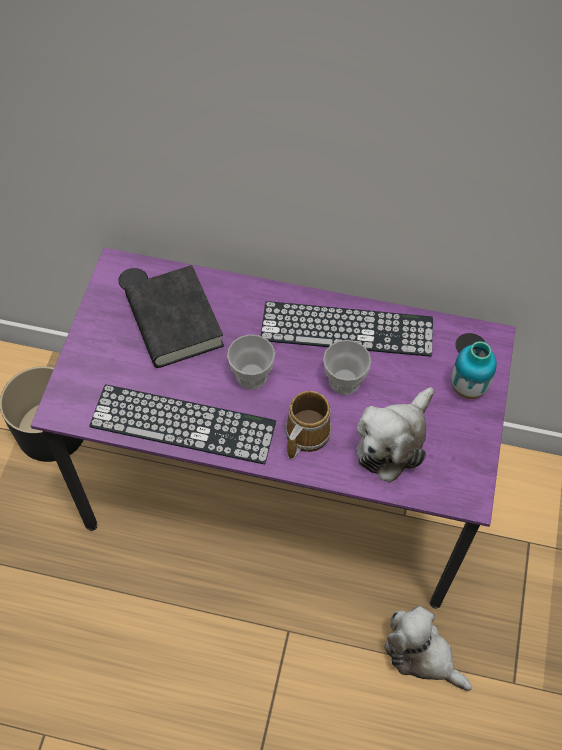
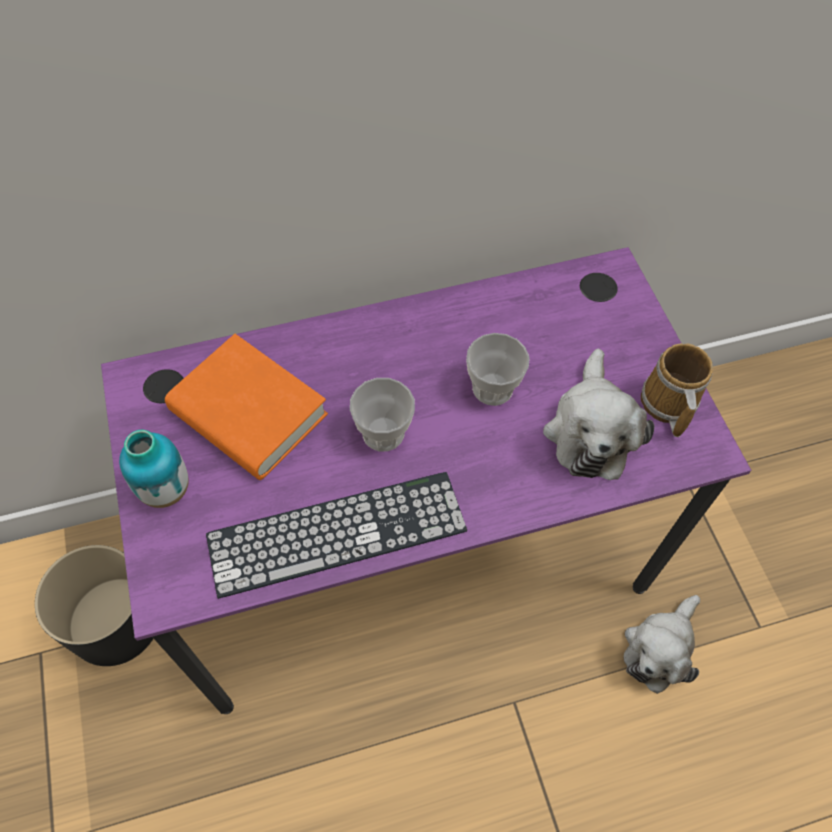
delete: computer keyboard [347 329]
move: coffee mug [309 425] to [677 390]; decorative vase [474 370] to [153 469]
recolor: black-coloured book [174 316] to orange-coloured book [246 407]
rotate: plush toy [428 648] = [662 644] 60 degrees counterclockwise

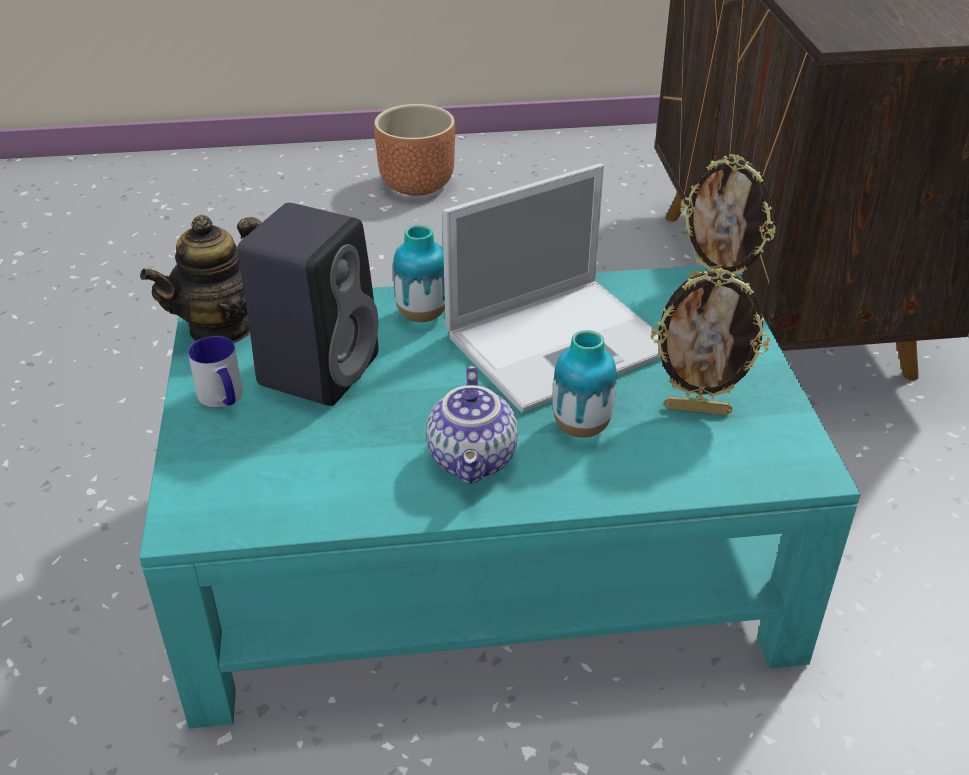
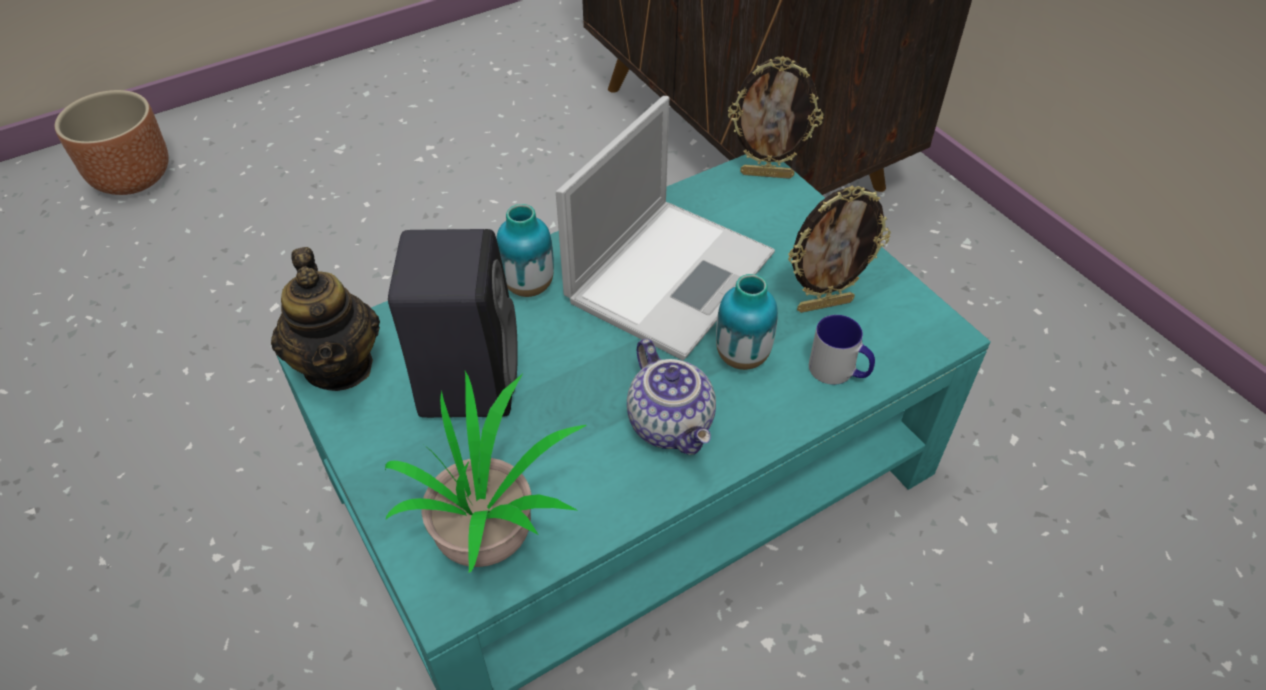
insert: potted plant [486 472]
move: coffee mug [215 372] to [842 350]; brown flower pot [414 150] to [112 142]
rotate: teapot [201 279] = [325 319] 45 degrees counterclockwise

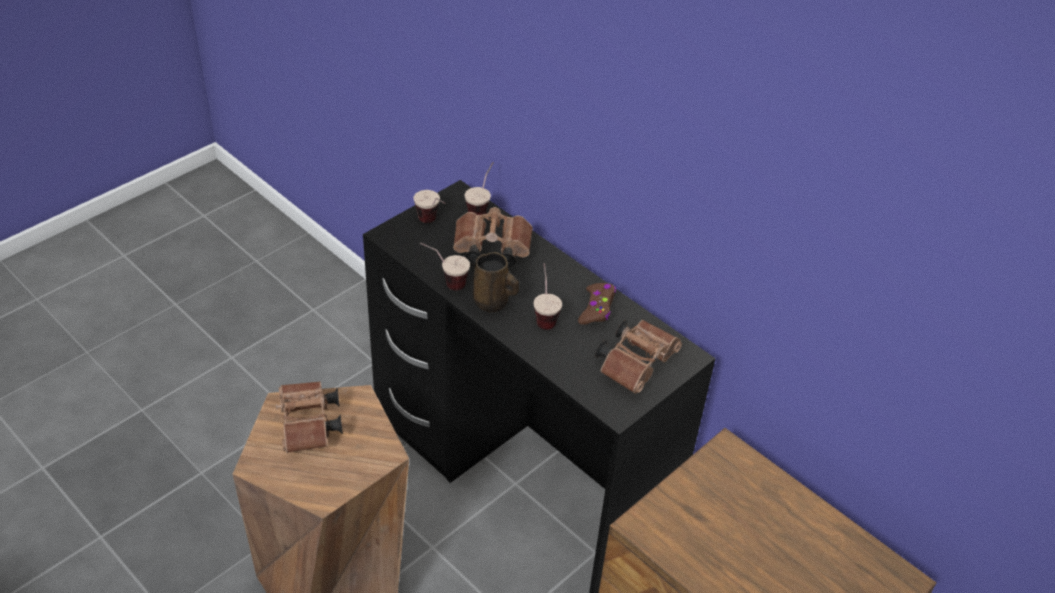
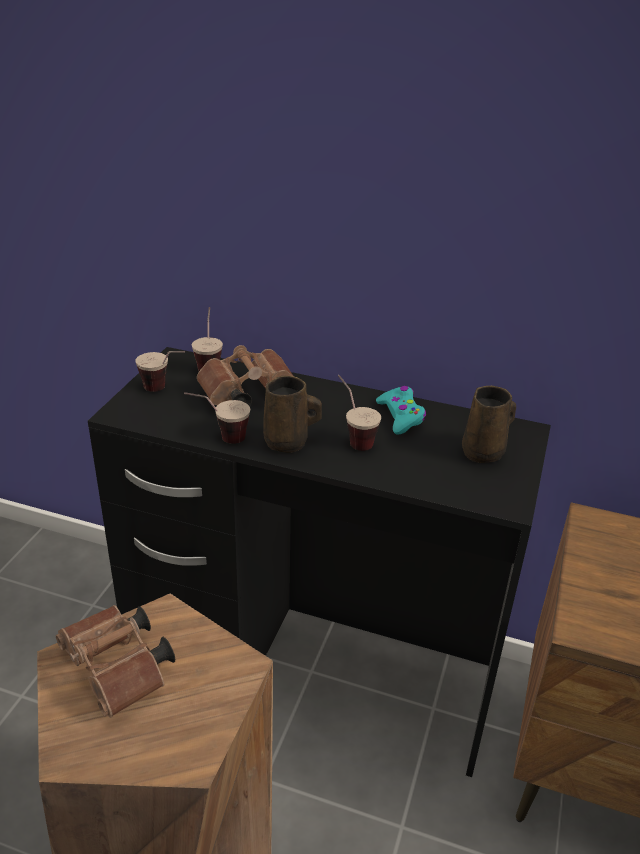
replace: brown field glasses [638 357] to brown coffee mug [489 424]
recolor: brown gamepad [597 304] to turquoise-coloured gamepad [401 410]

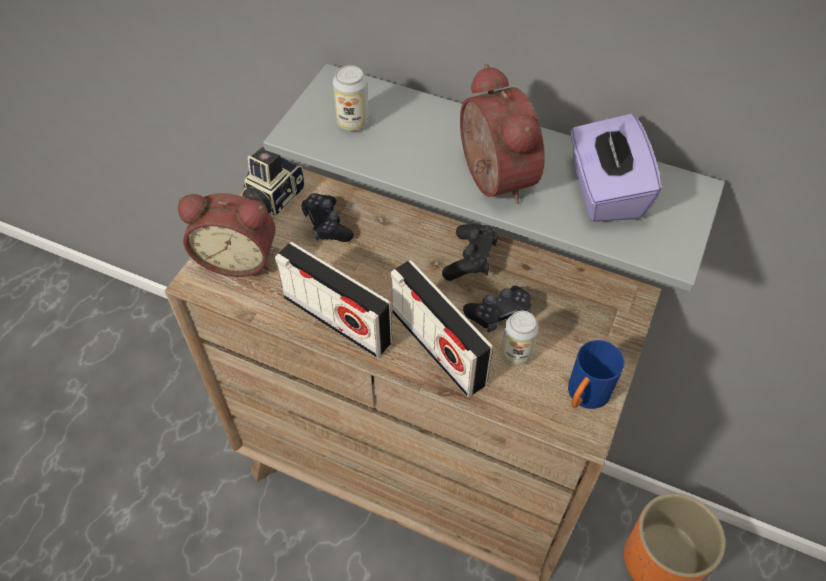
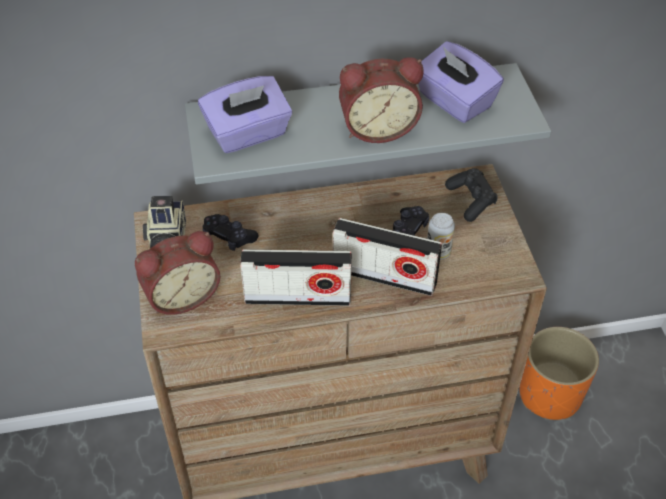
delete: blue coffee mug [596 374]
move: black-coloured gamepad [470 252] to [471 195]
replace: can [351 98] to purple tissue box [245 114]
rotate: alarm clock [502 134] = [381 100] 135 degrees clockwise

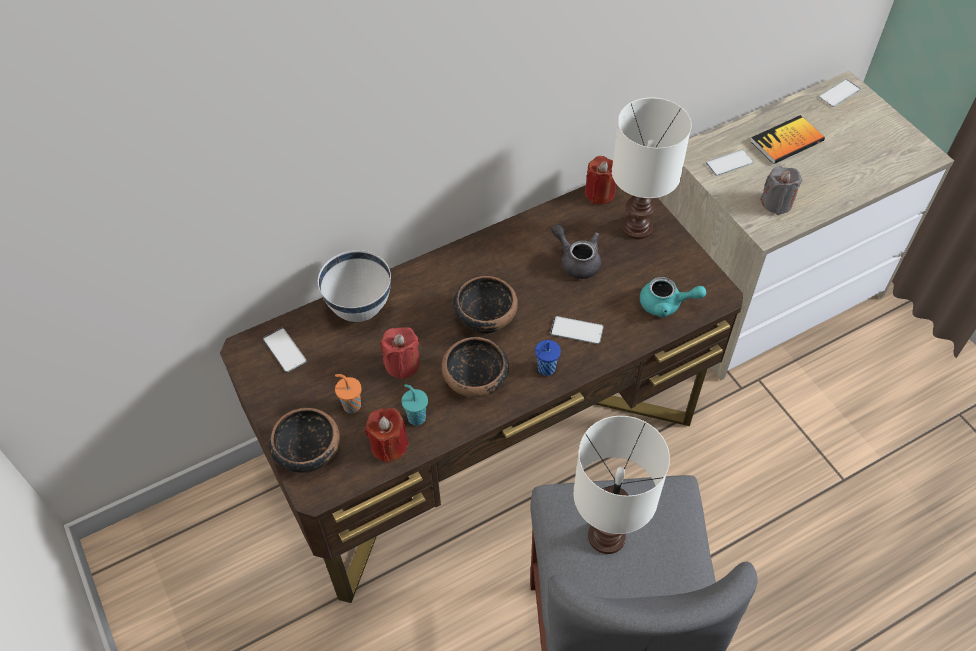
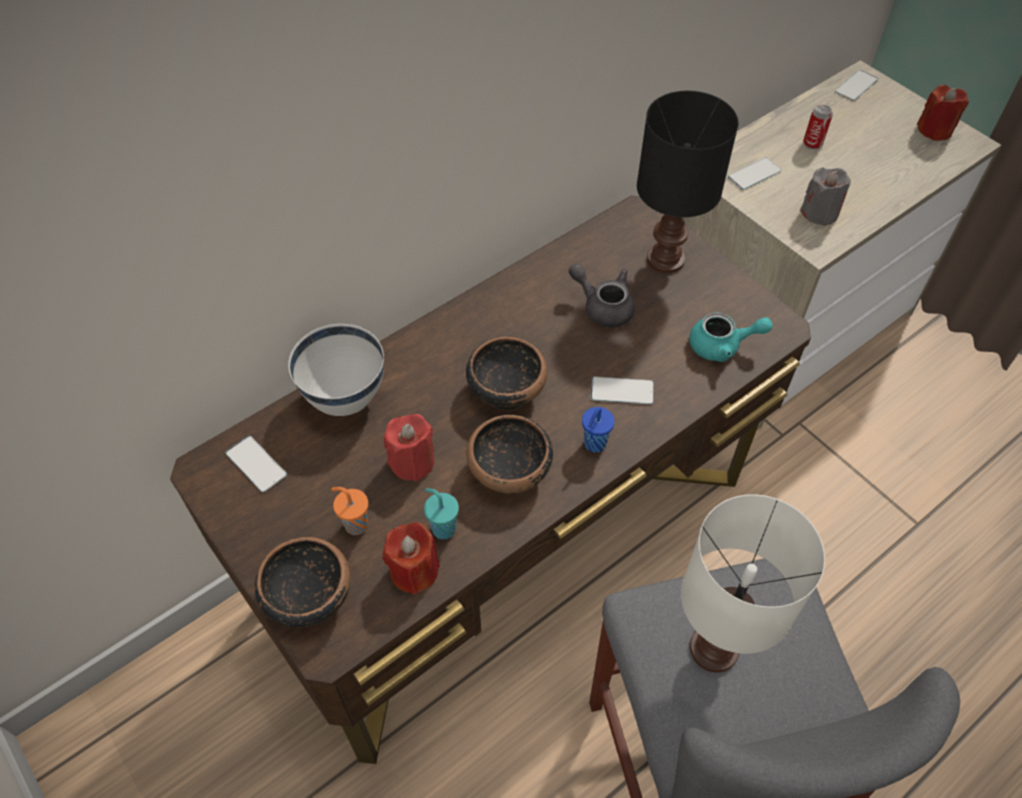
move: red-coloured wax candle [600 180] to [943 113]
replace: book [787 139] to can [818 127]
recolor: whitish tabletop lamp [652 169] to black-coloured tabletop lamp [688 182]

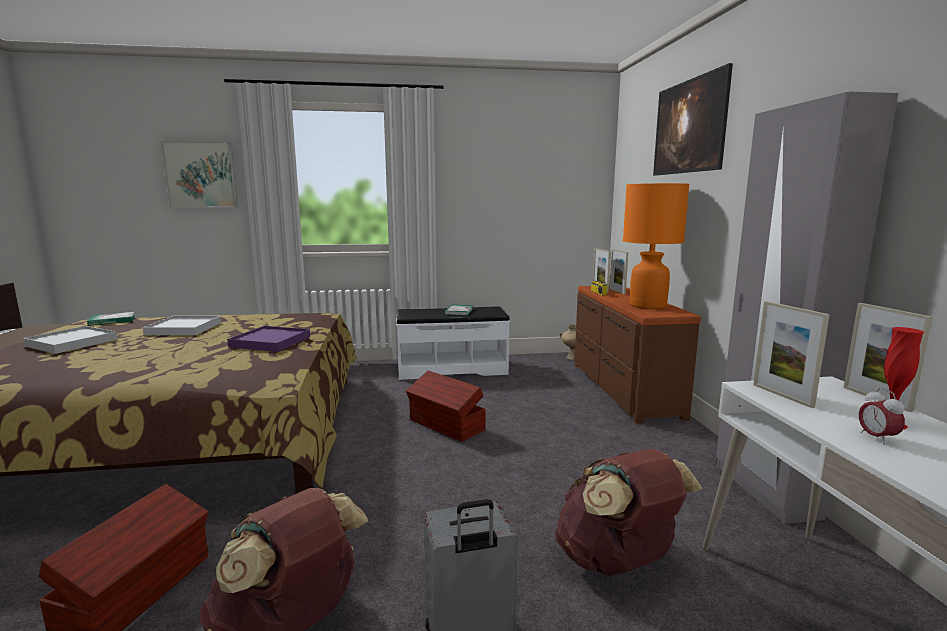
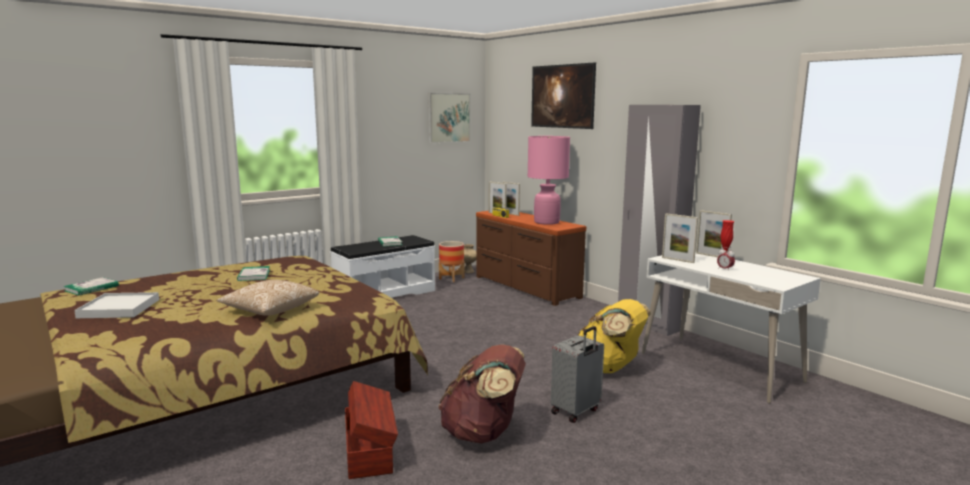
delete: whitish carrying tray [182 325]; purple carrying tray [268 339]; brown storage bin [446 406]
insert: cushion [267 298]; book [253 273]; flower pot [451 261]
move: wall picture [199 174] to [449 118]
recolor: brown knapsack [629 512] to yellow knapsack [614 336]; orange-coloured tabletop lamp [656 246] to pink tabletop lamp [548 180]

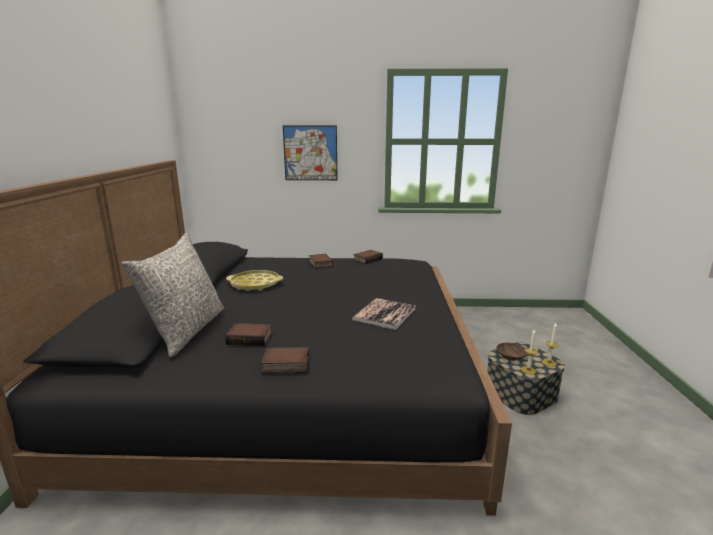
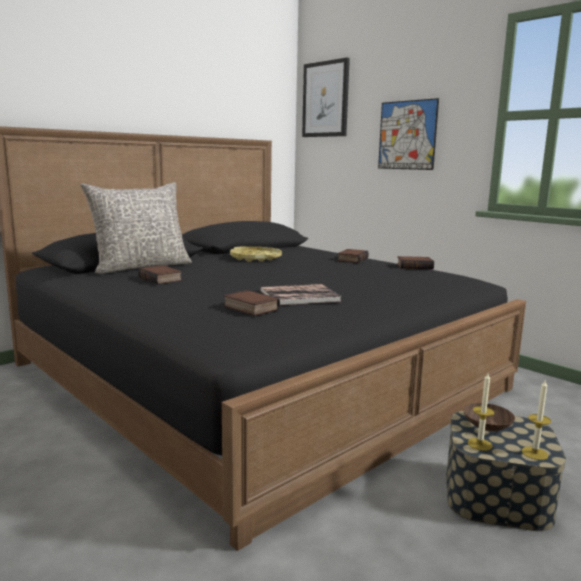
insert: wall picture [326 97]
move: book [285 360] to [252 303]

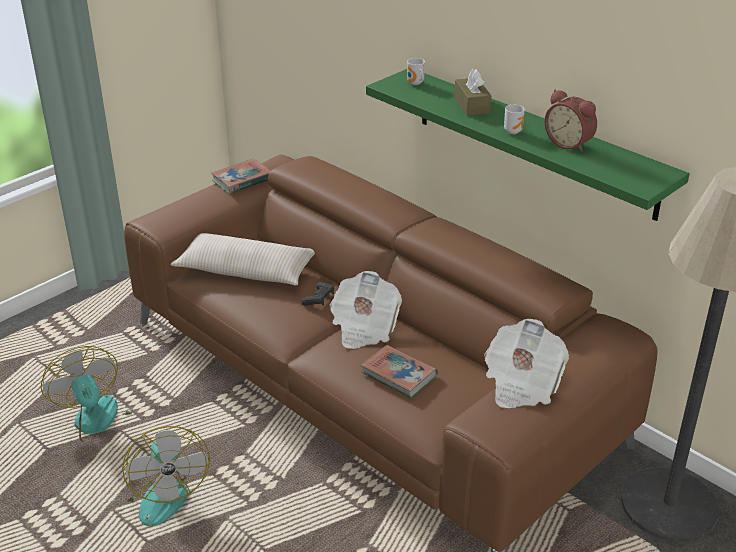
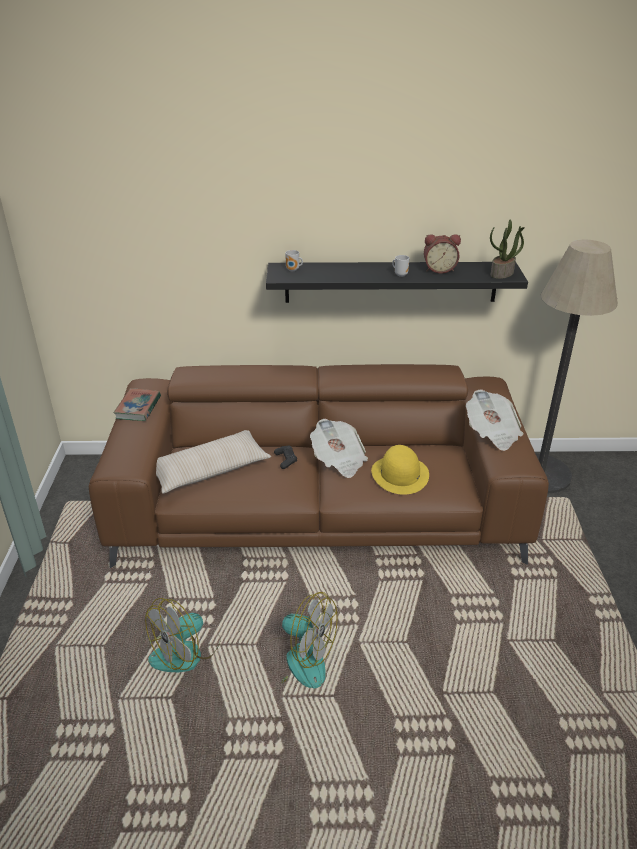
delete: brown tissue box [472 92]
insert: potted plant [507 249]
replace: book [399 371] to yellow clothing hat [400 470]
recolor: green-coloured bracket shelf [528 145] to black-coloured bracket shelf [397 282]
rotate: cooling fan [86 398] = [183 635] 60 degrees counterclockwise

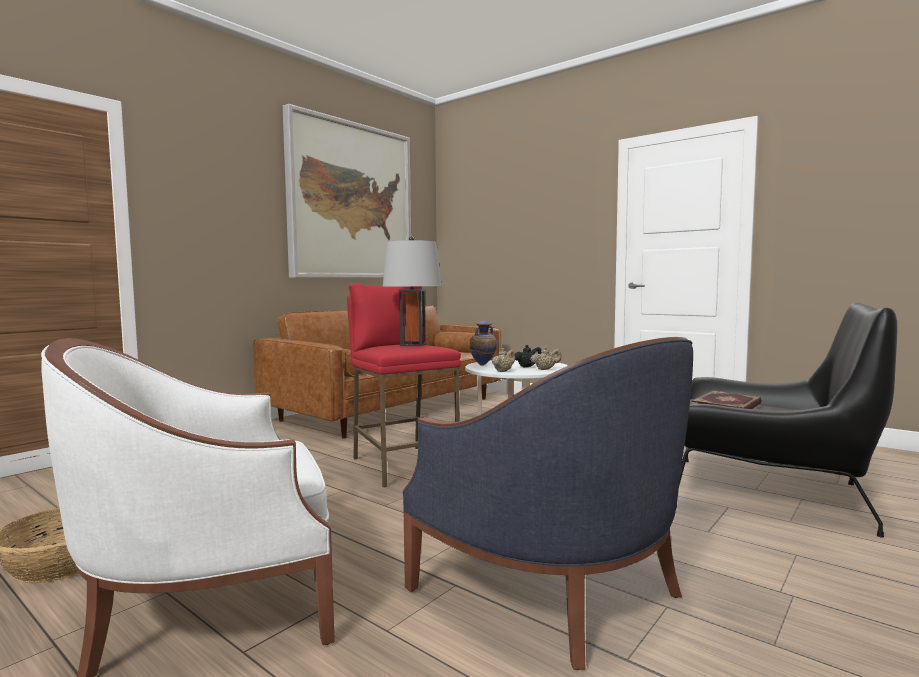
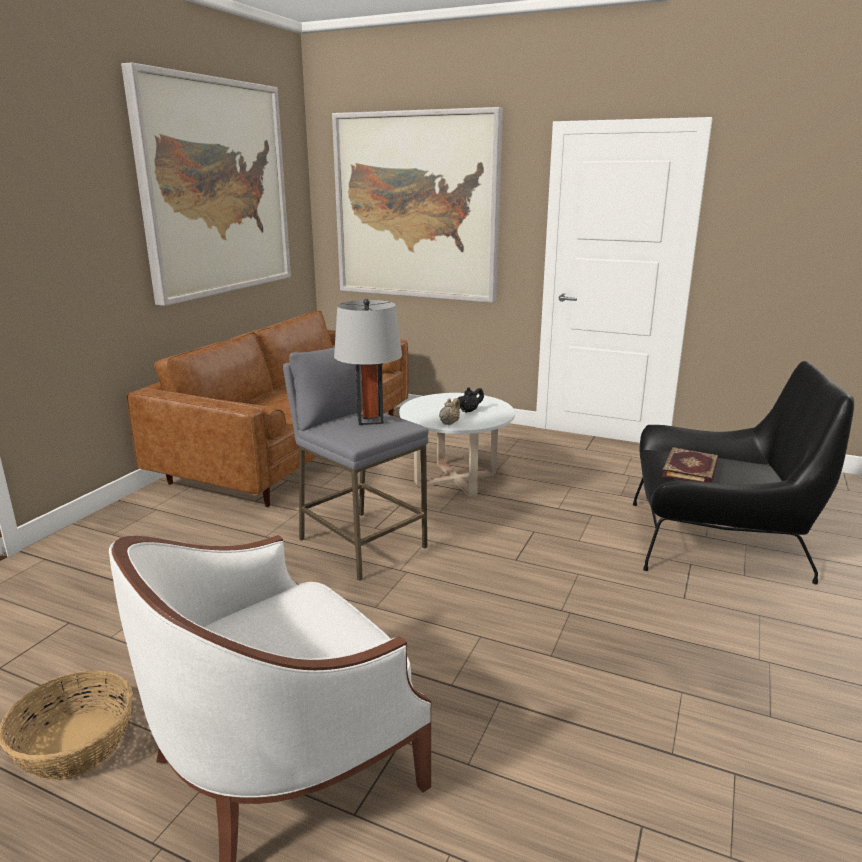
delete: blue lounge chair [548 503]; decorative vase [483 343]; beige-coloured teapot [545 358]
insert: wall picture [417 205]
recolor: red-coloured stool [404 385] to grey stool [356 464]

